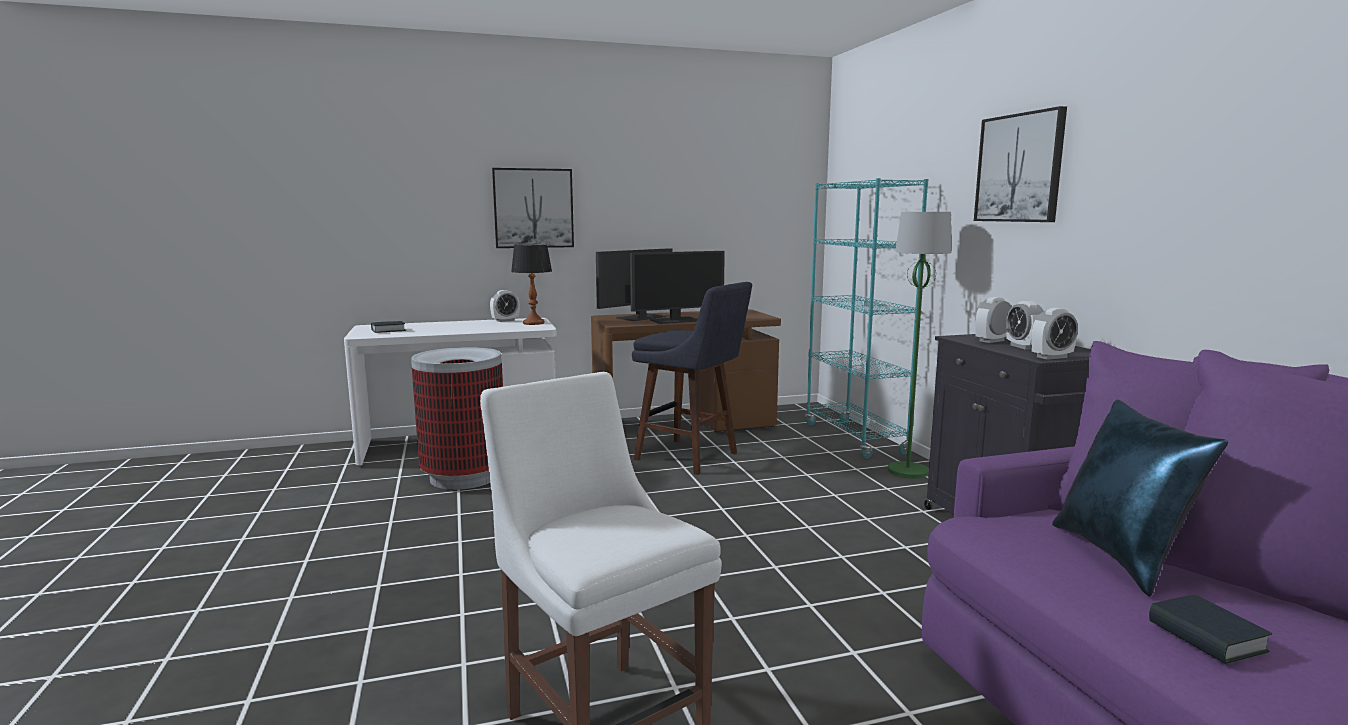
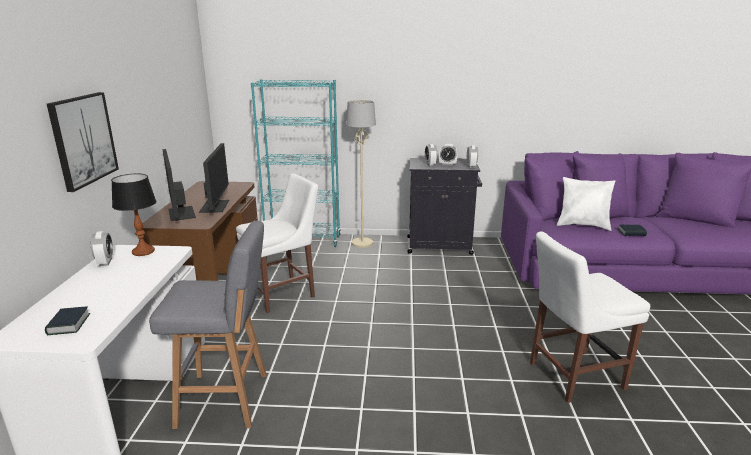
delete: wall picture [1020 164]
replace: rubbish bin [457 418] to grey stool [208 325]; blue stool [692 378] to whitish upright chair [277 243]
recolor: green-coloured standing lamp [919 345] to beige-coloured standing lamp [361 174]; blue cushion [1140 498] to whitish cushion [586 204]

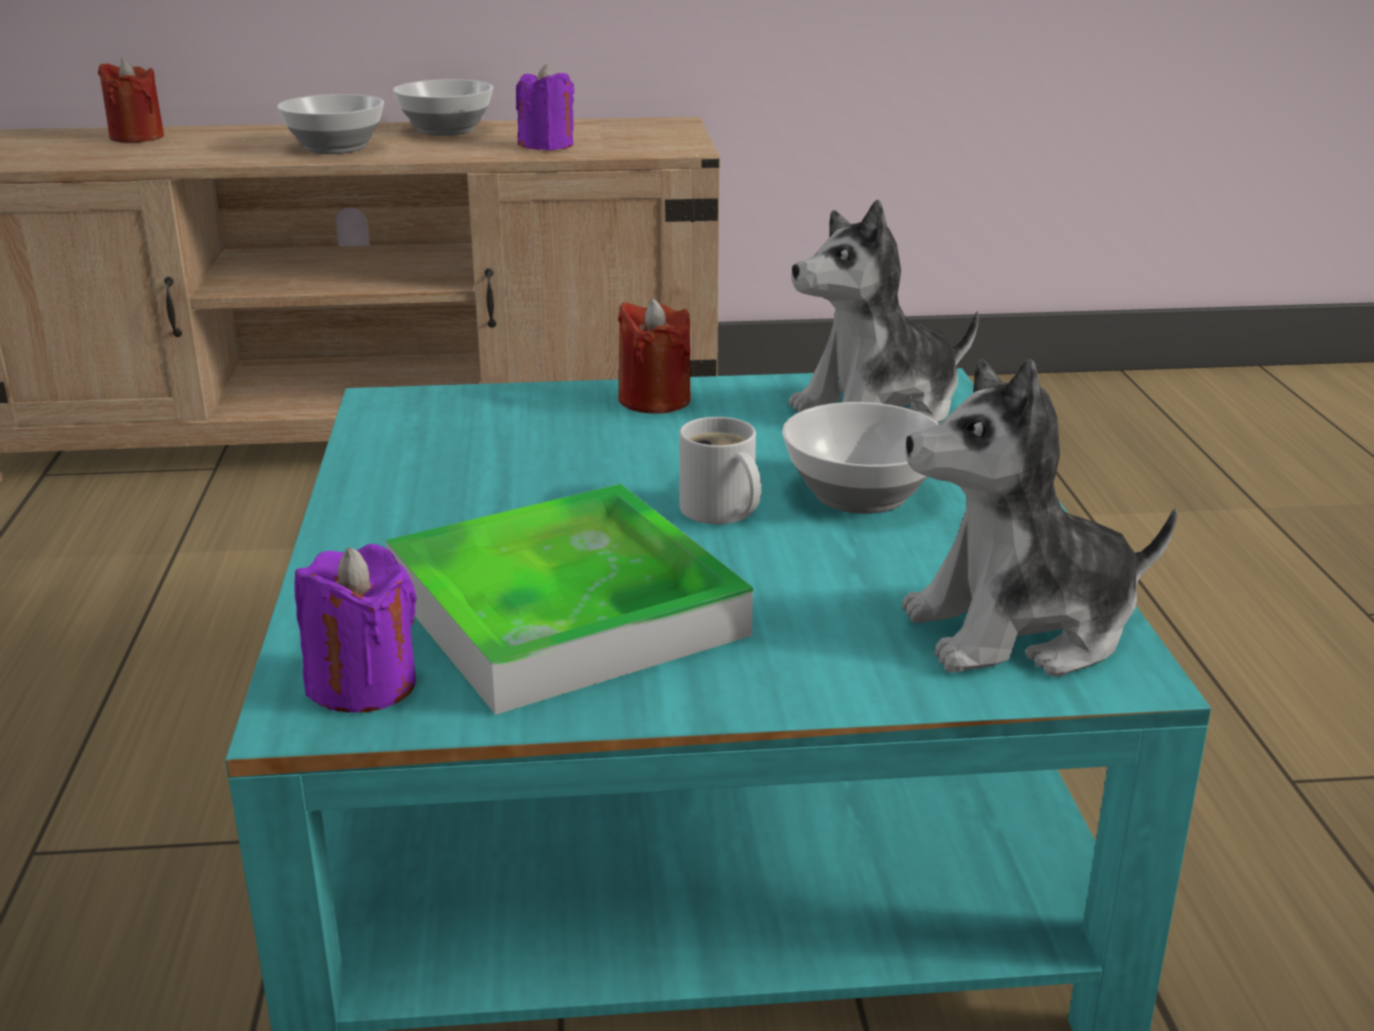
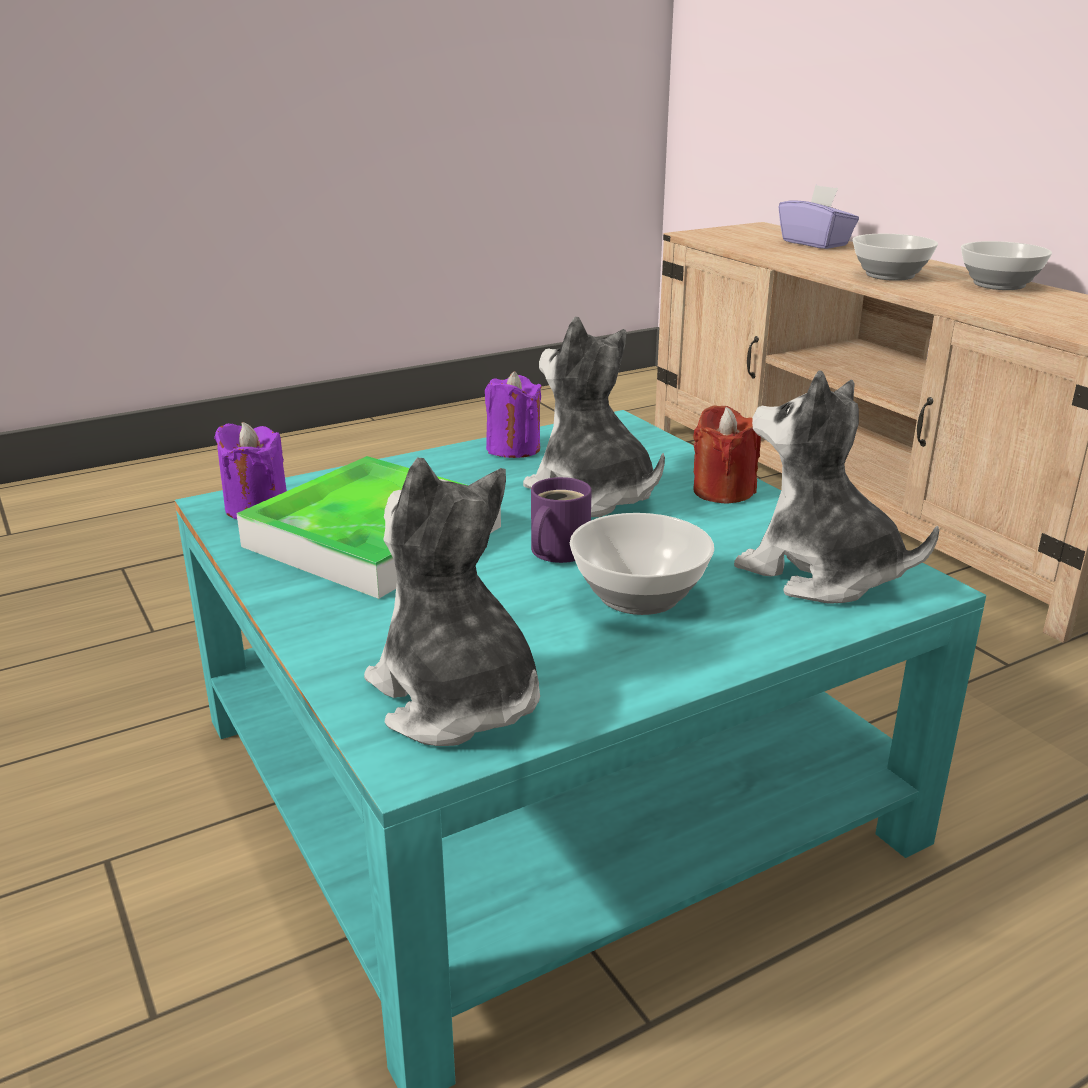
insert: plush toy [594 416]
move: purple wax candle [545 107] to [513 414]
replace: red-coloured wax candle [131 100] to purple tissue box [819 217]
recolor: whitish coffee mug [720 470] to purple coffee mug [561 520]

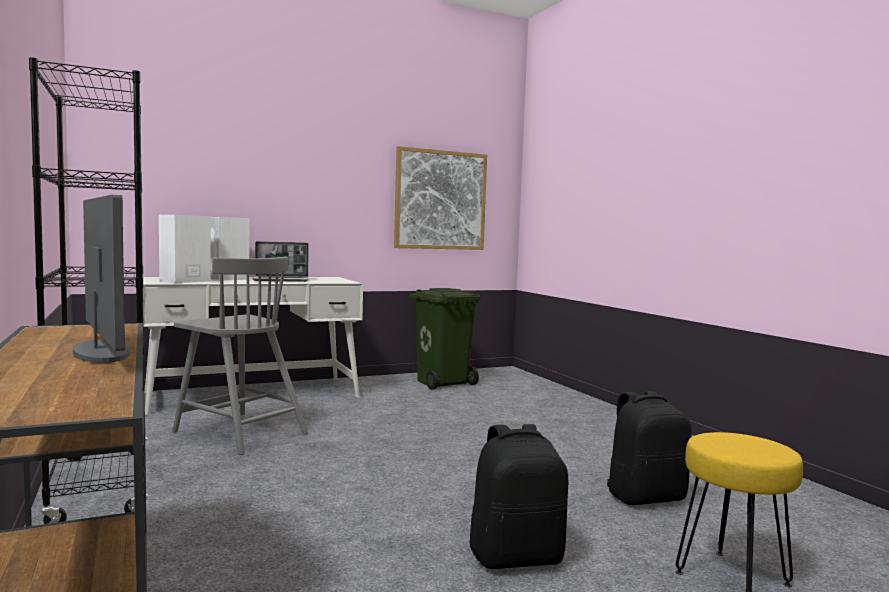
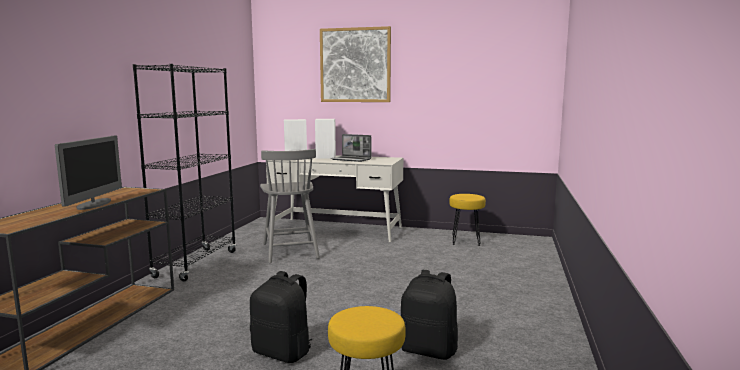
move: wall picture [440 198] to [355 64]
replace: green-coloured rubbish bin [445 339] to yellow stool [467 220]

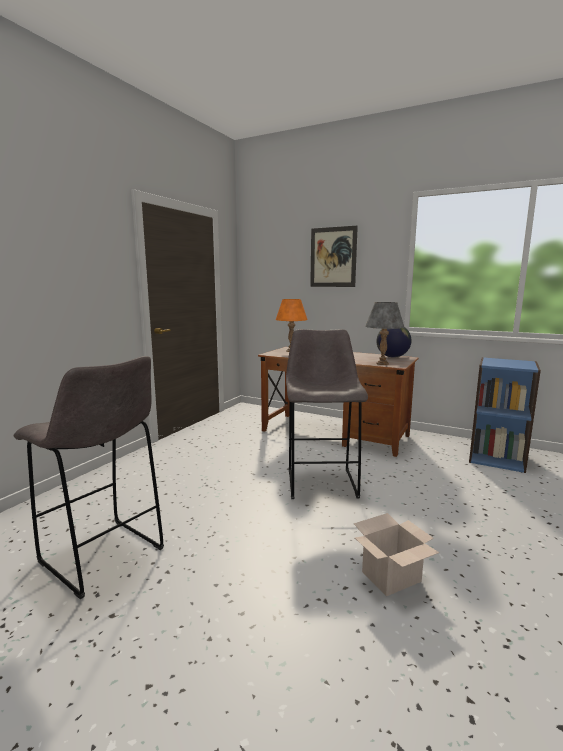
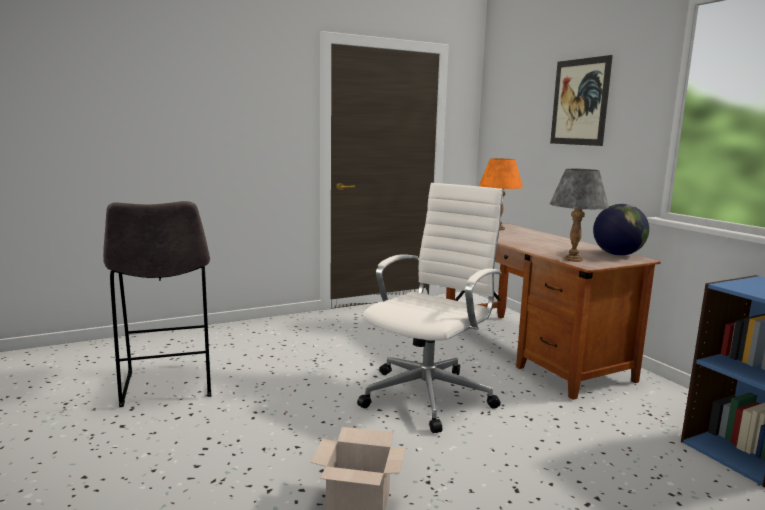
replace: grey stool [327 414] to whitish desk chair [430 308]

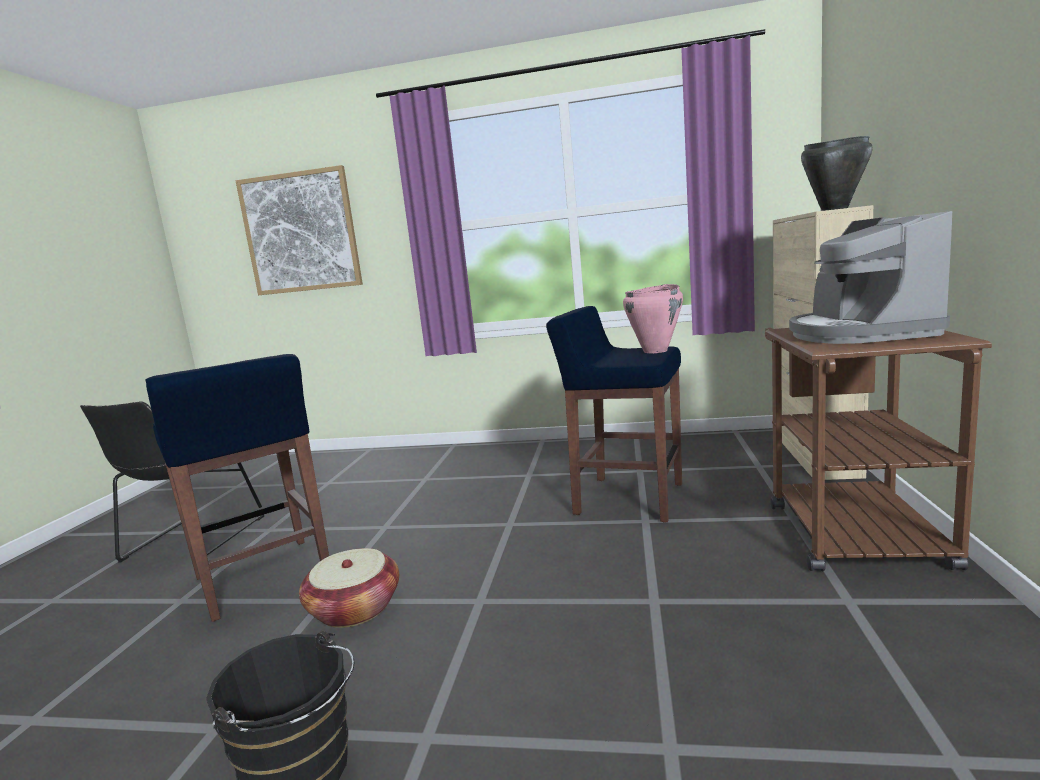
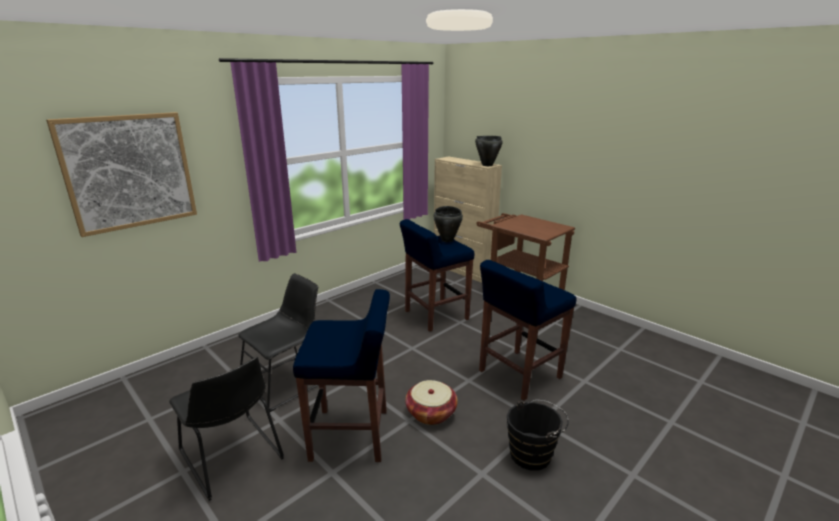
delete: coffee brewer [870 277]
insert: black-coloured upright chair [278 342]; blue stool [528 330]
recolor: pink saucepot [653 318] to black-coloured saucepot [448 224]

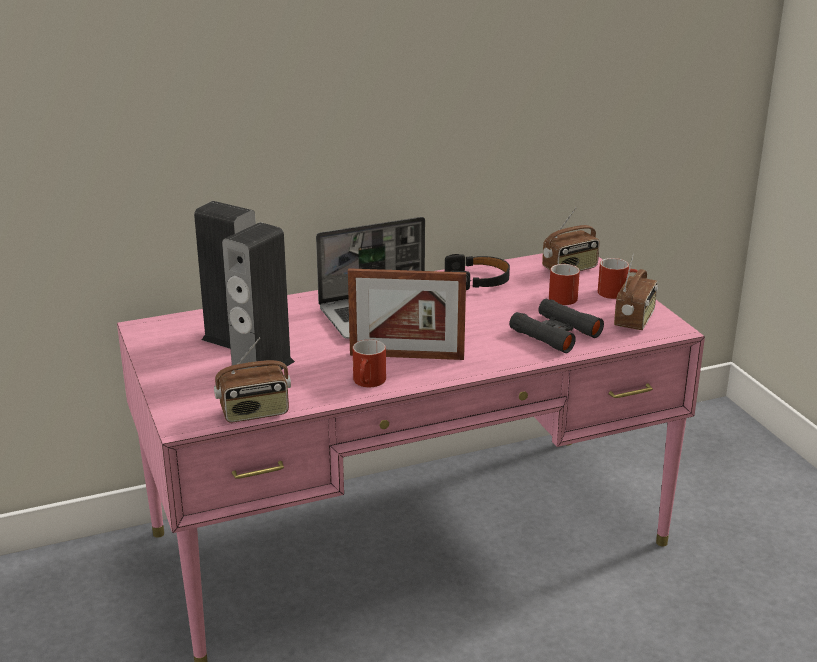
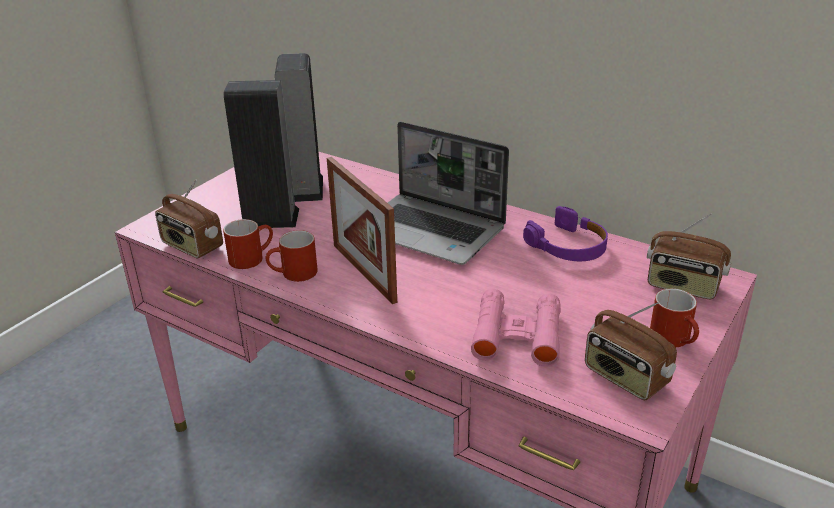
move: red-coloured coffee mug [564 284] to [248 244]
recolor: black-coloured pair of headphones [477 272] to purple pair of headphones [565 233]; black-coloured field glasses [556 326] to pink field glasses [516 328]
rotate: radio receiver [636 291] = [631 350] 60 degrees clockwise

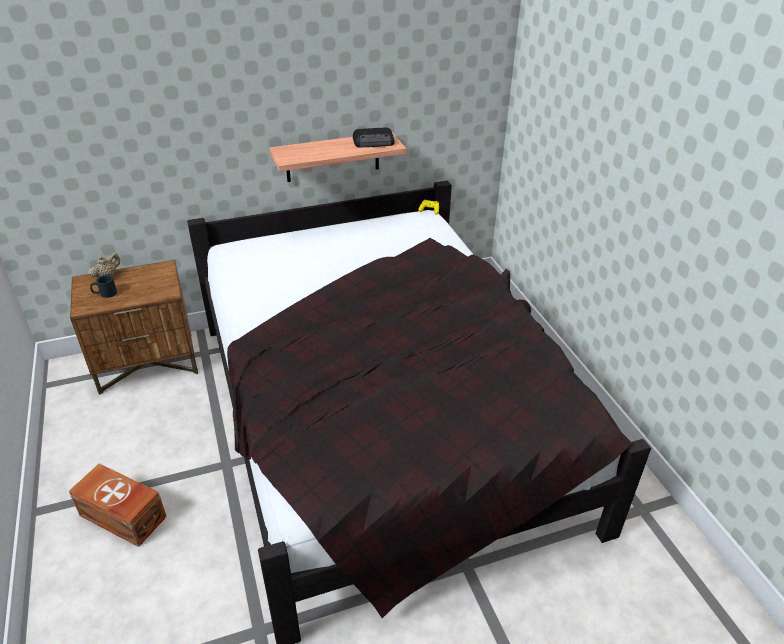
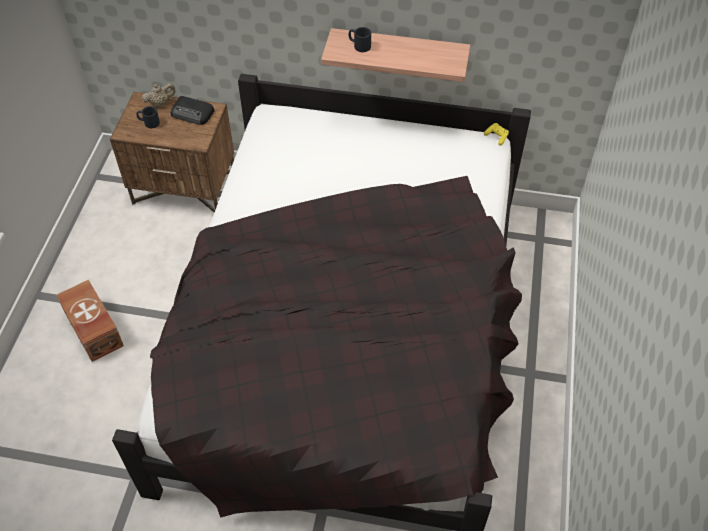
insert: black-coloured coffee mug [360 39]
move: radio receiver [373 137] to [192 110]

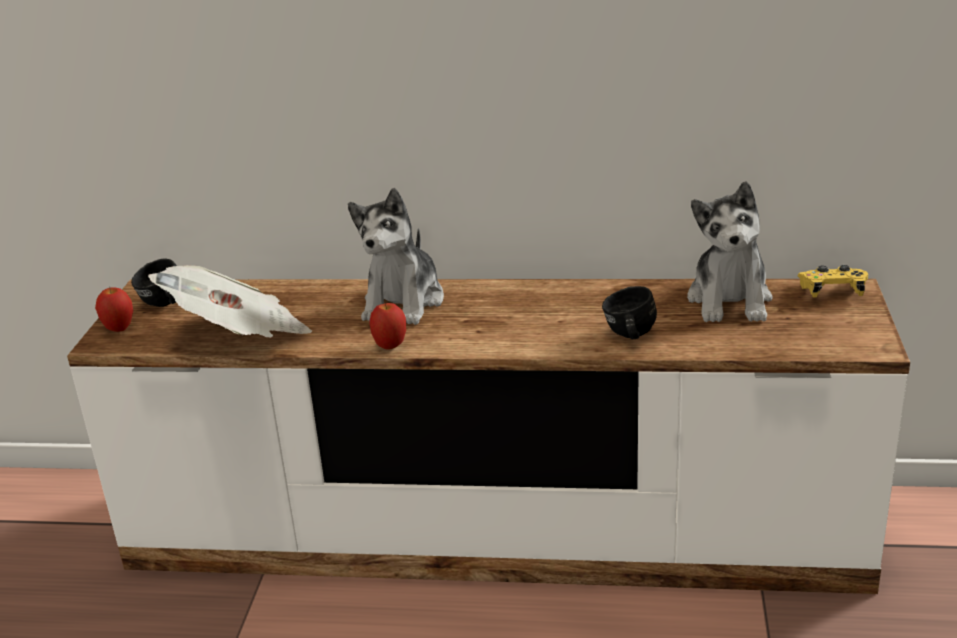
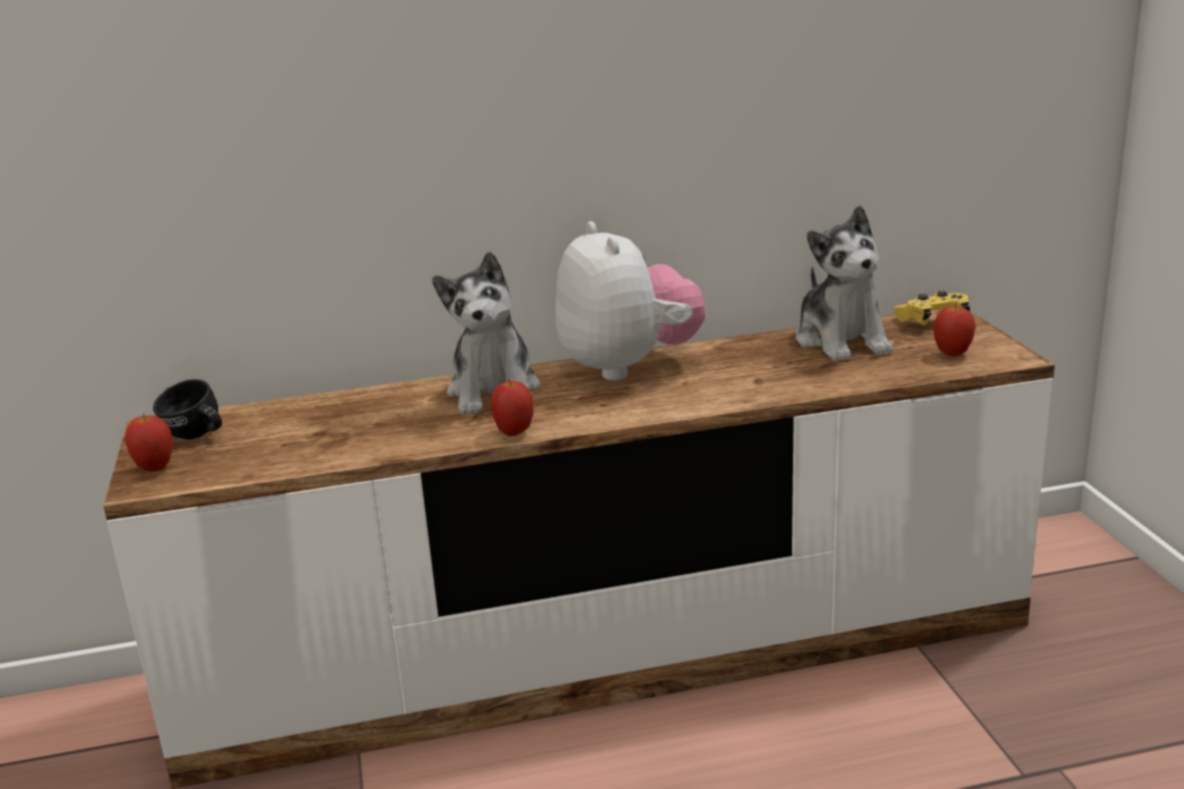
delete: newspaper [230 301]; black-coloured coffee mug [629 312]
insert: plush toy [630 301]; apple fruit [954 330]

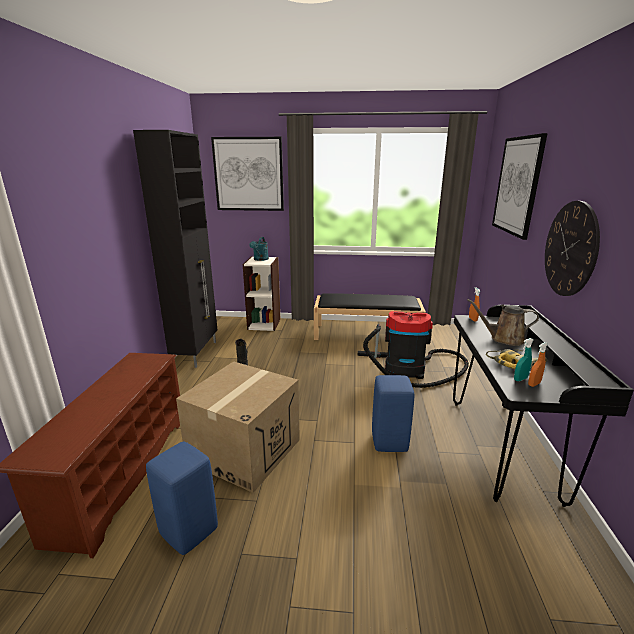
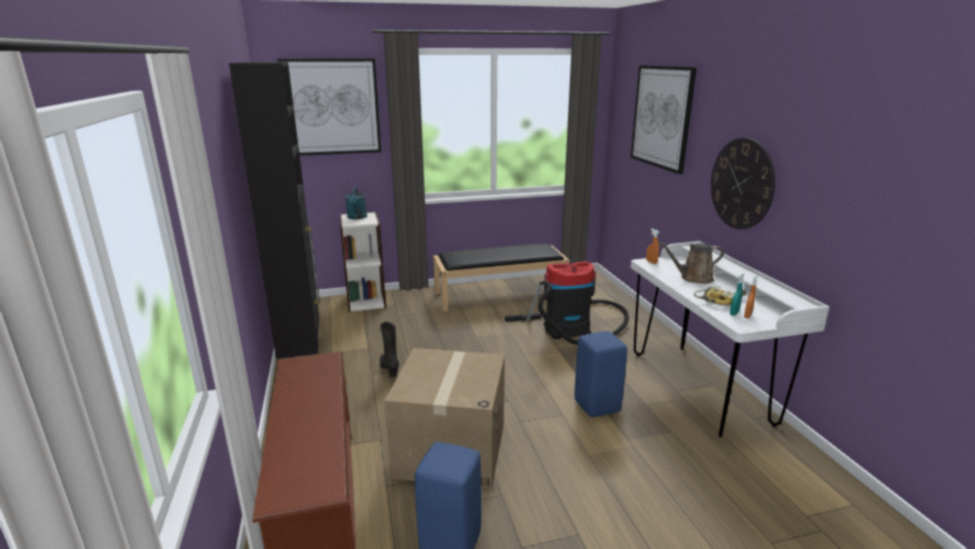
recolor: black-coloured desk unit [543 406] to whitish desk unit [730 339]

